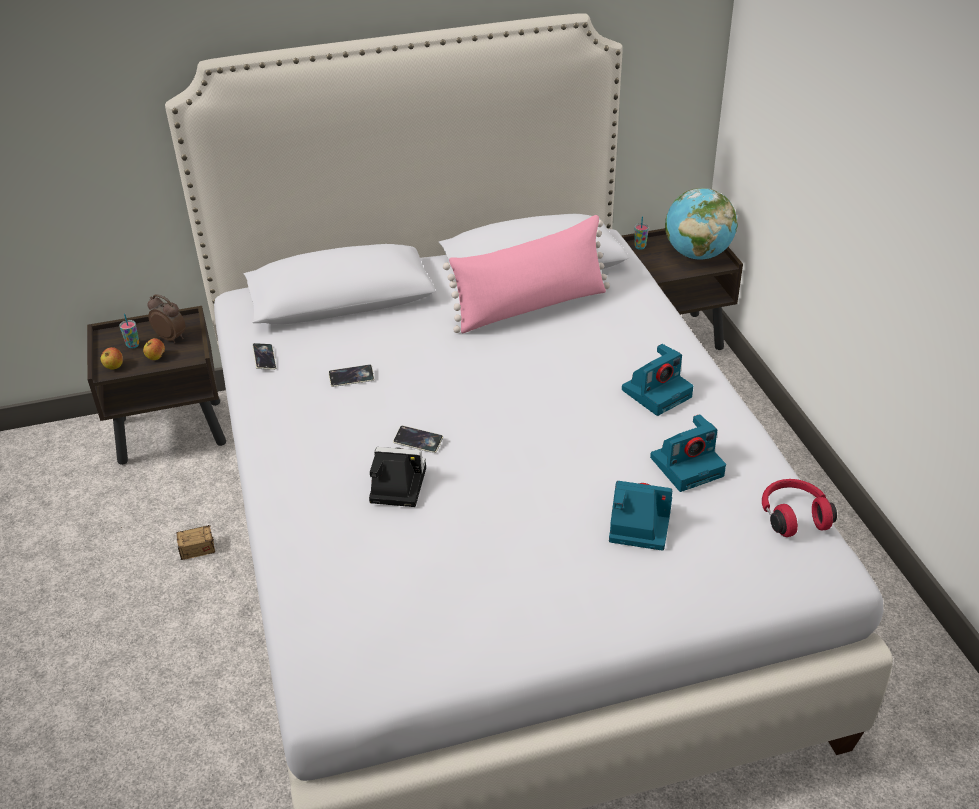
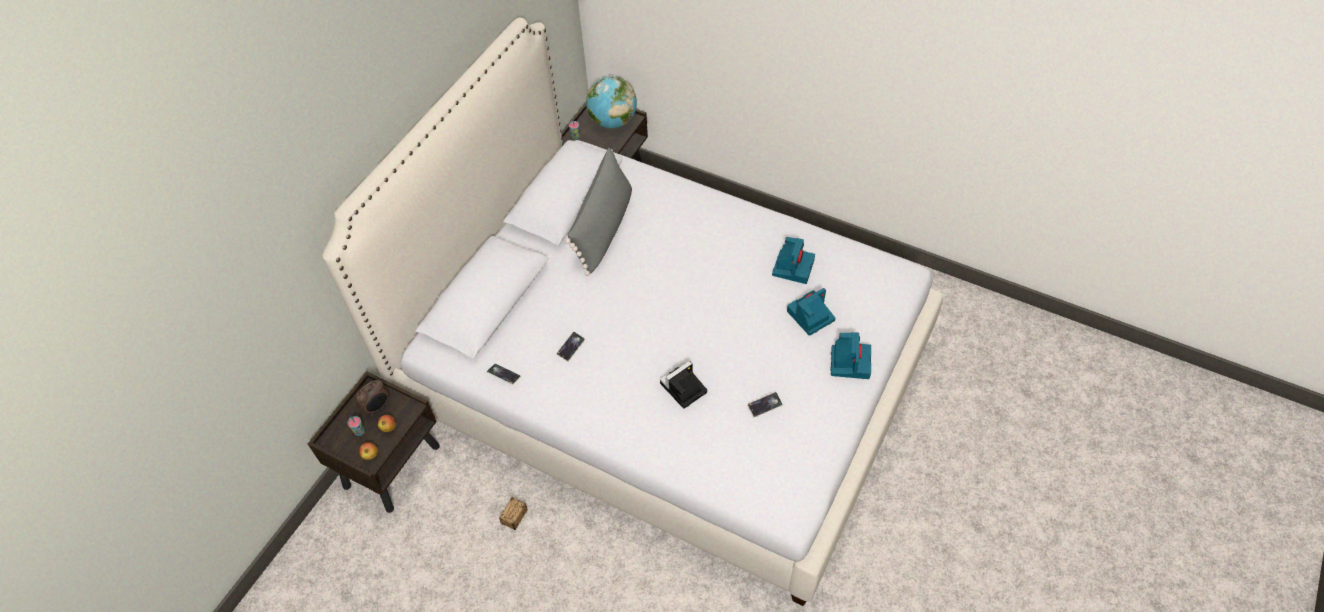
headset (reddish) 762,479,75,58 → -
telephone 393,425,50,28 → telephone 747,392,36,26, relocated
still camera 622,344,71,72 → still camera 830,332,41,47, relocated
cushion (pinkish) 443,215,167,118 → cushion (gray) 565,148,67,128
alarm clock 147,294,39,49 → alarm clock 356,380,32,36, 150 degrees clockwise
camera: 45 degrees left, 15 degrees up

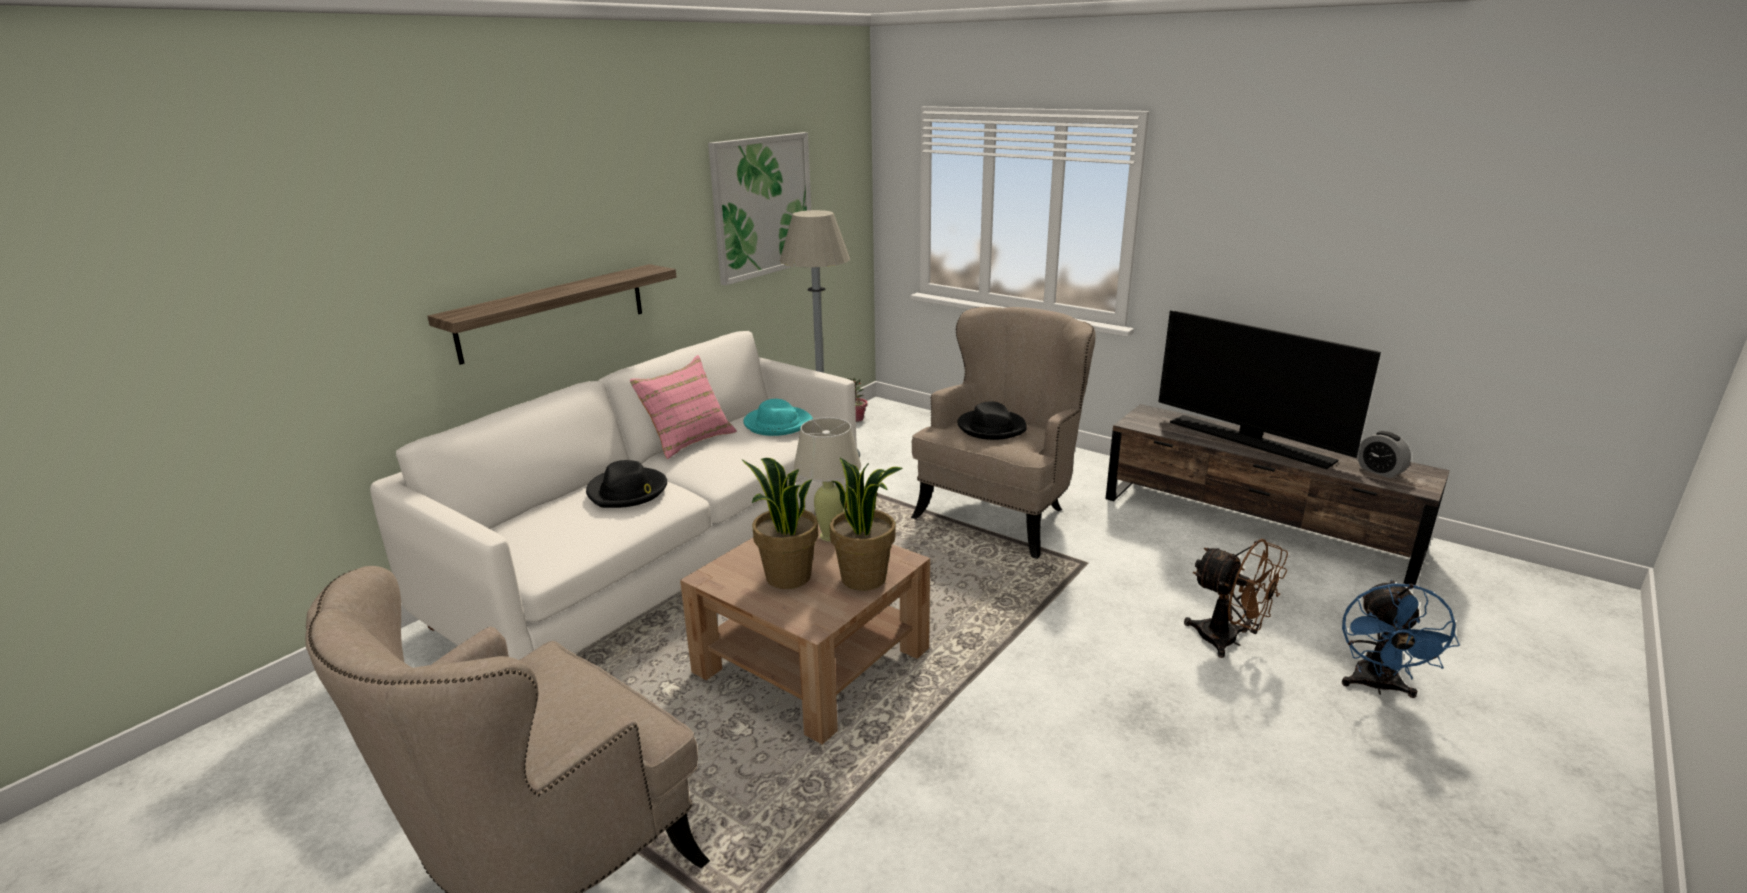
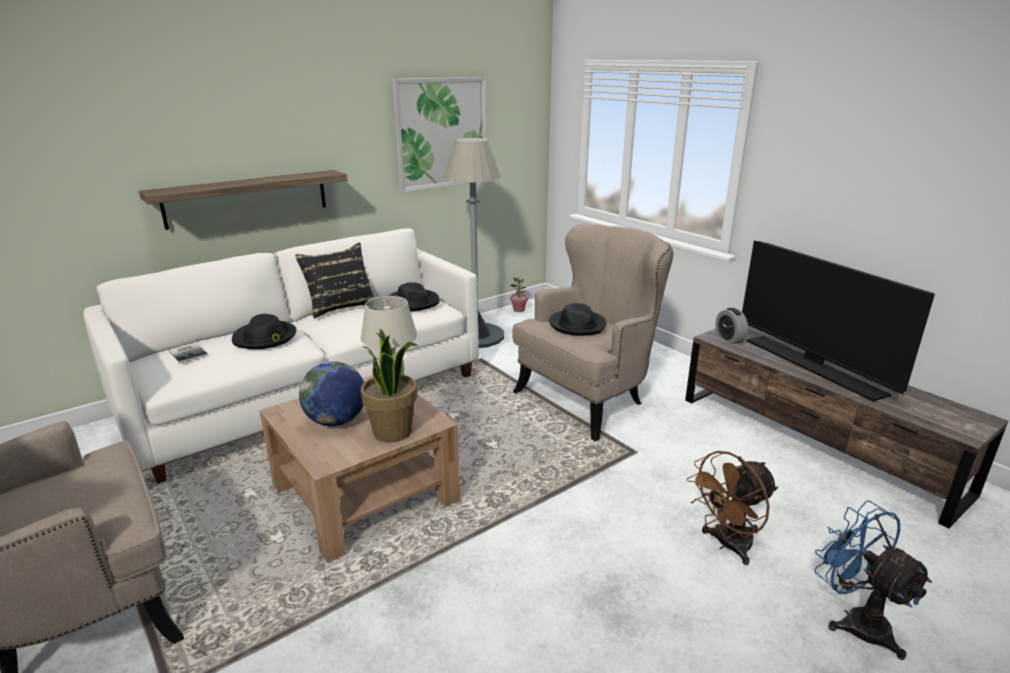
- → volume 169,343,39,20
alarm clock 1357,431,54,47 → alarm clock 715,308,33,36, relocated
plant in a pot 742,458,76,131 → globe 299,361,65,65
cushion (pinkish) 630,355,107,104 → cushion (blackish) 295,242,80,77
hat (blue-green) 743,399,70,37 → hat (blackish) 388,282,52,29
fan (brown-coloured) 1184,539,104,119 → fan (brown-coloured) 687,451,91,114, 90 degrees clockwise
fan (bluish) 1342,580,118,118 → fan (bluish) 814,500,118,160, 120 degrees clockwise
camera: 15 degrees right, 0 degrees up

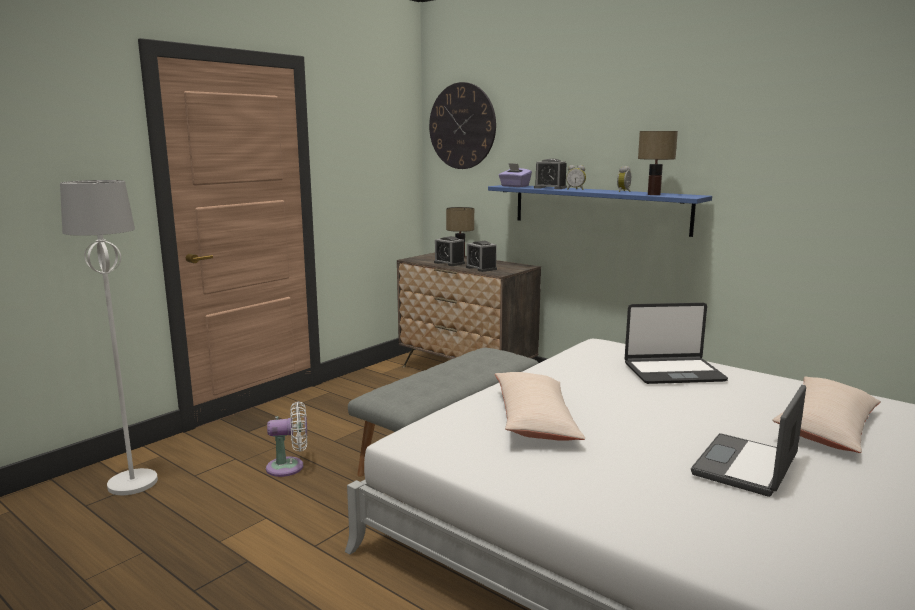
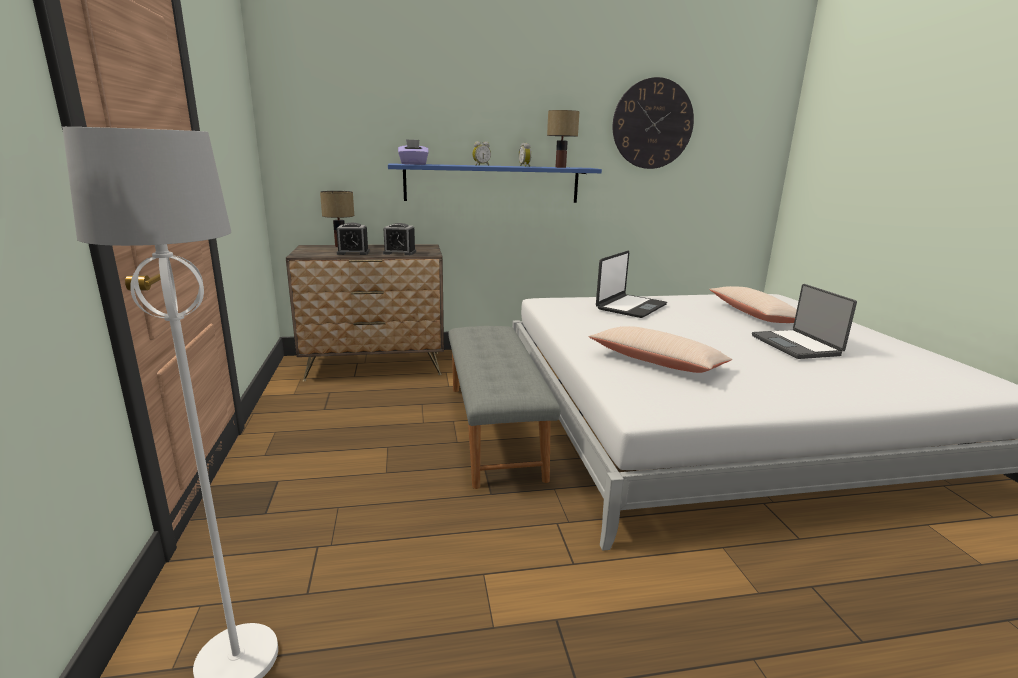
fan (white-coloured) 266,402,41,75 → -
alarm clock 534,159,33,30 → -
clock on the wall 429,82,67,87 → clock on the wall 613,77,81,92, relocated
camera: 50 degrees left, 5 degrees up

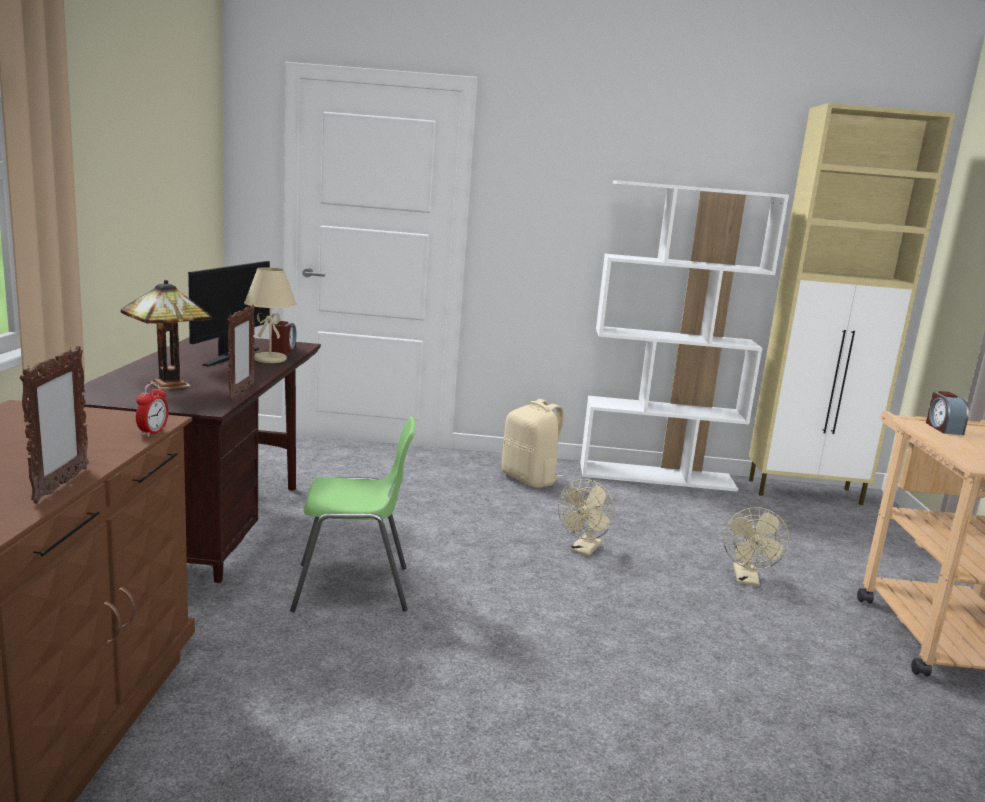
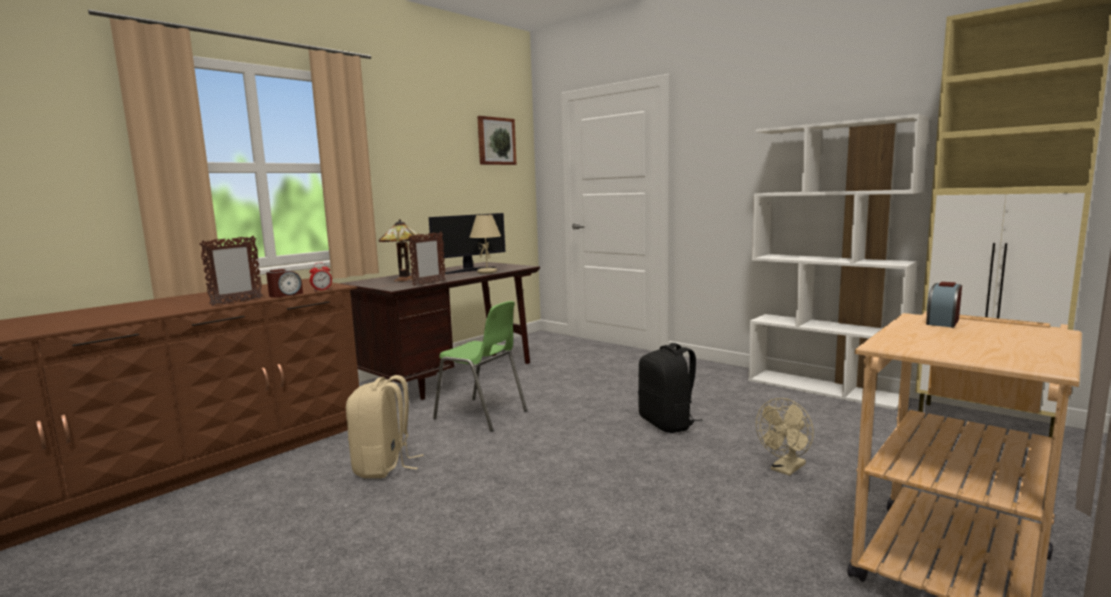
- → wall picture 477,116,40,49
alarm clock 272,321,25,33 → alarm clock 266,269,37,29, relocated
backpack (sand-coloured) 502,399,62,89 → backpack (sand-coloured) 346,375,77,103, relocated
fan (sand-coloured) 558,479,57,77 → backpack (blackish) 638,343,65,90
camera: 40 degrees right, 5 degrees down

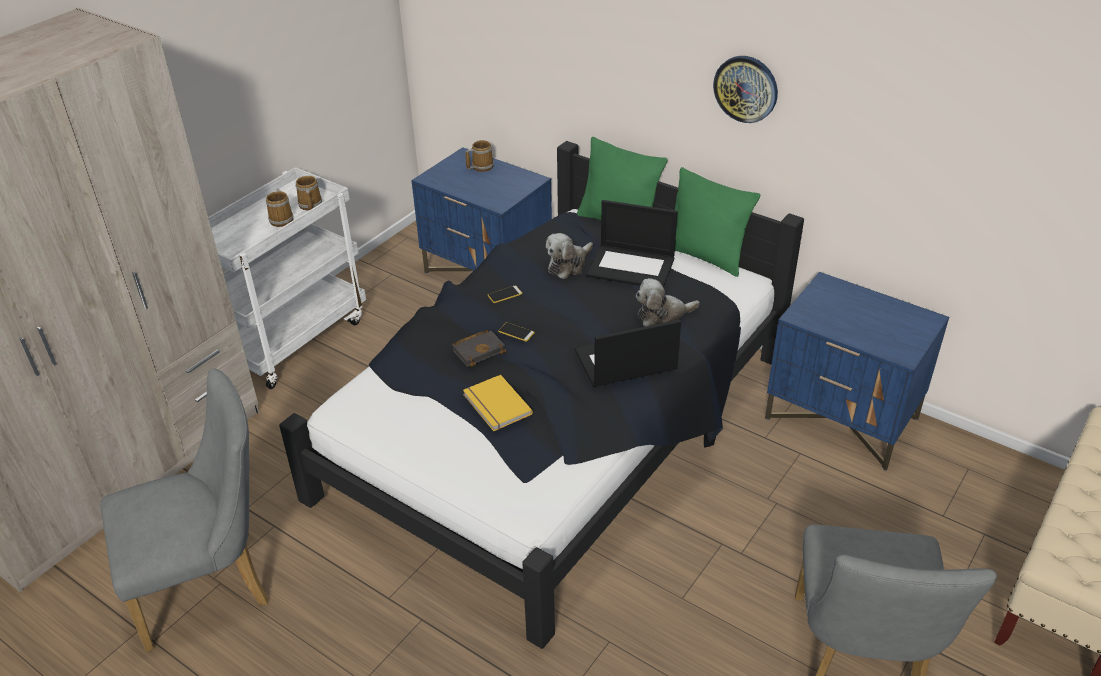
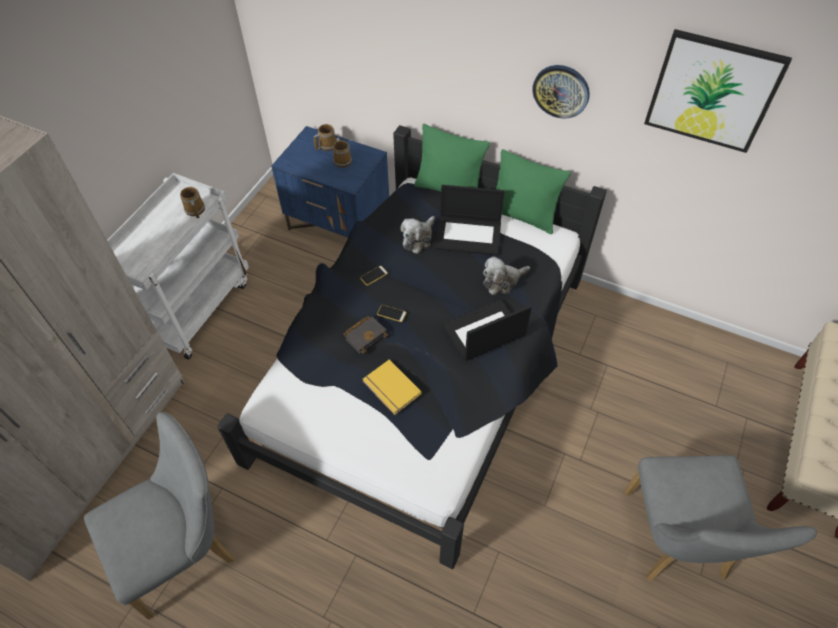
bedside table (bluish) 765,272,184,199 → -
- → wall picture 644,29,148,124
coffee mug 266,189,28,38 → coffee mug 333,138,19,30, relocated
camera: 10 degrees left, 15 degrees up

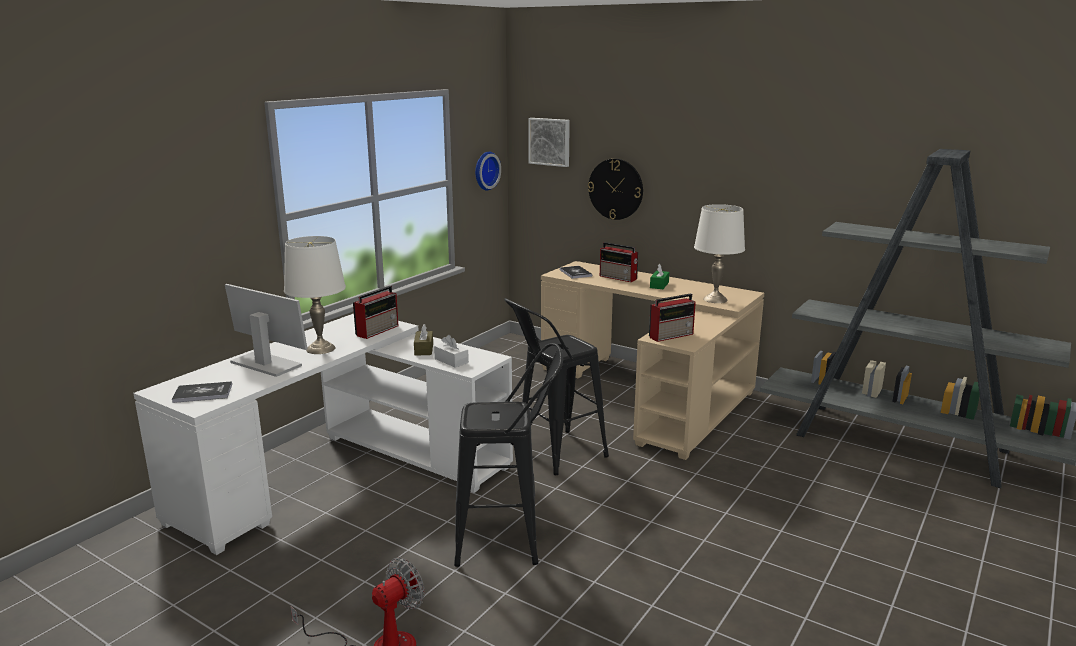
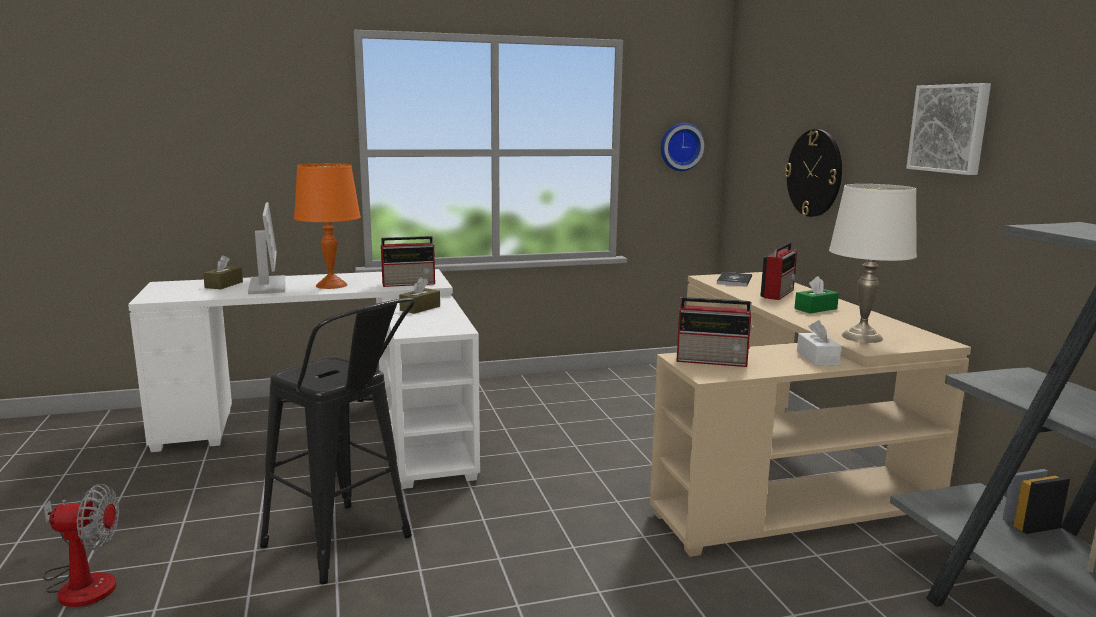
volume 172,381,60,22 → -
sitting stool (blackish) 504,298,105,177 → -
- → box of tissues (brown-coloured) 203,255,40,34
box of tissues (white-coloured) 434,335,35,33 → box of tissues (white-coloured) 797,320,45,46, relocated
wall picture 528,118,42,49 → wall picture 906,83,85,92, relocated
table lamp (white-coloured) 284,236,62,118 → table lamp (orangey) 294,163,67,126
radio 600,242,38,40 → radio 760,242,37,58, 135 degrees counterclockwise
camera: 40 degrees right, 5 degrees down

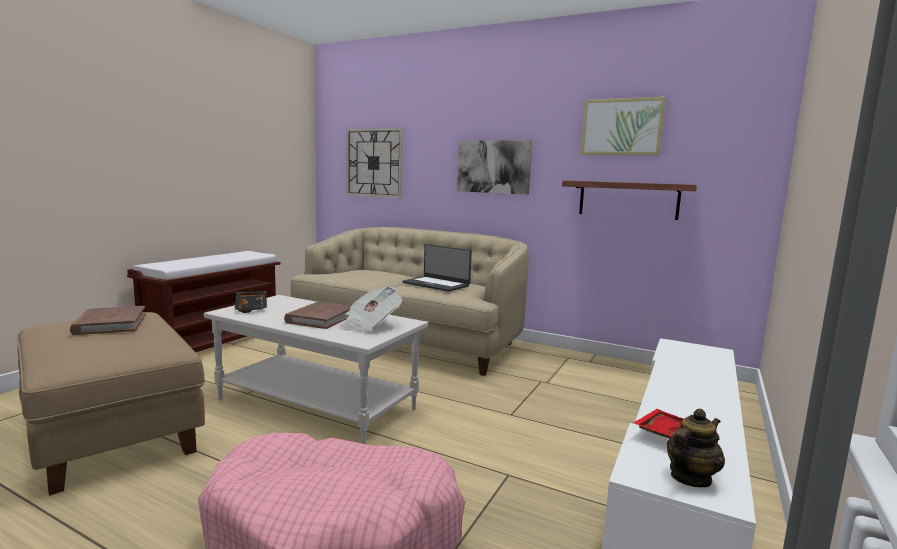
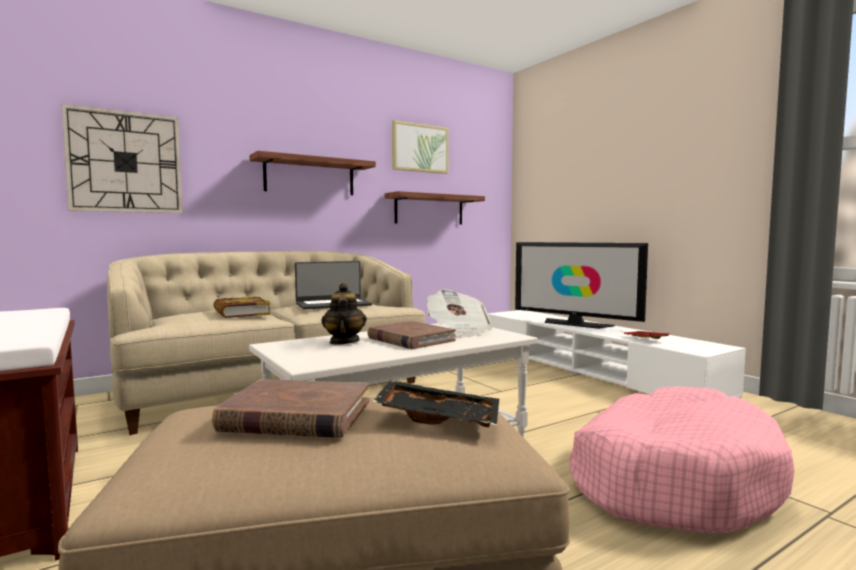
- → volume 213,296,57,22
- → television 515,242,133,87
serving tray (blackish) 234,291,33,22 → serving tray (blackish) 372,380,127,47, relocated
tea pot 667,409,58,78 → tea pot 321,283,46,61, relocated
wall picture 457,140,75,55 → shelf 249,151,127,44
camera: 60 degrees left, 5 degrees down

